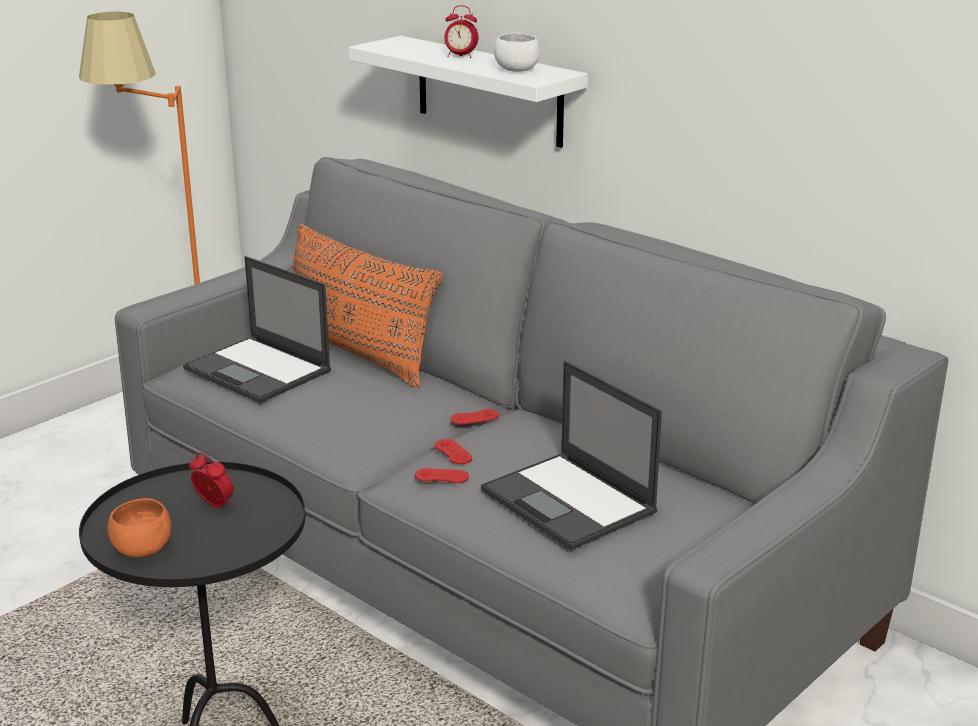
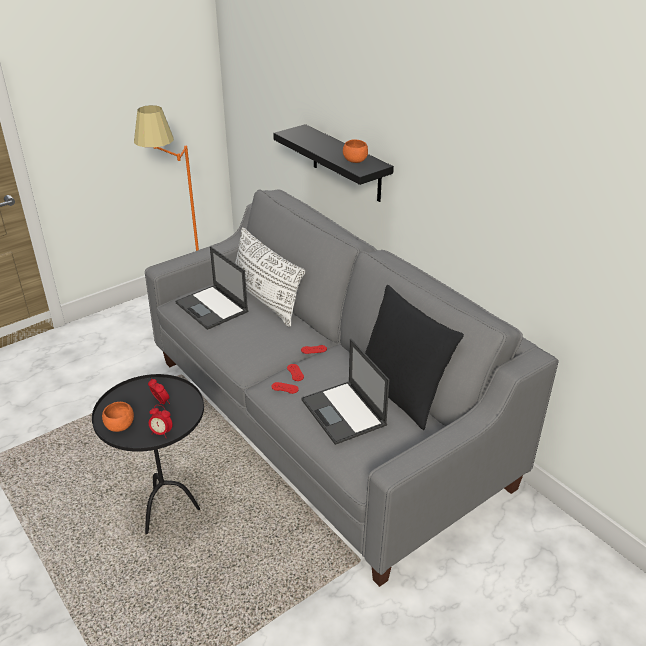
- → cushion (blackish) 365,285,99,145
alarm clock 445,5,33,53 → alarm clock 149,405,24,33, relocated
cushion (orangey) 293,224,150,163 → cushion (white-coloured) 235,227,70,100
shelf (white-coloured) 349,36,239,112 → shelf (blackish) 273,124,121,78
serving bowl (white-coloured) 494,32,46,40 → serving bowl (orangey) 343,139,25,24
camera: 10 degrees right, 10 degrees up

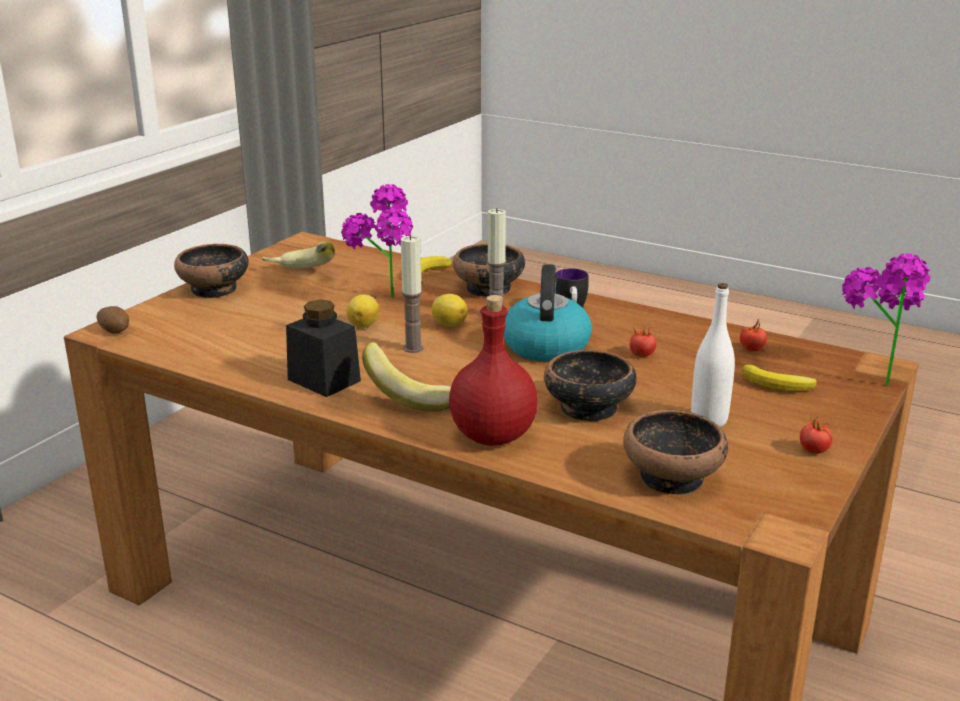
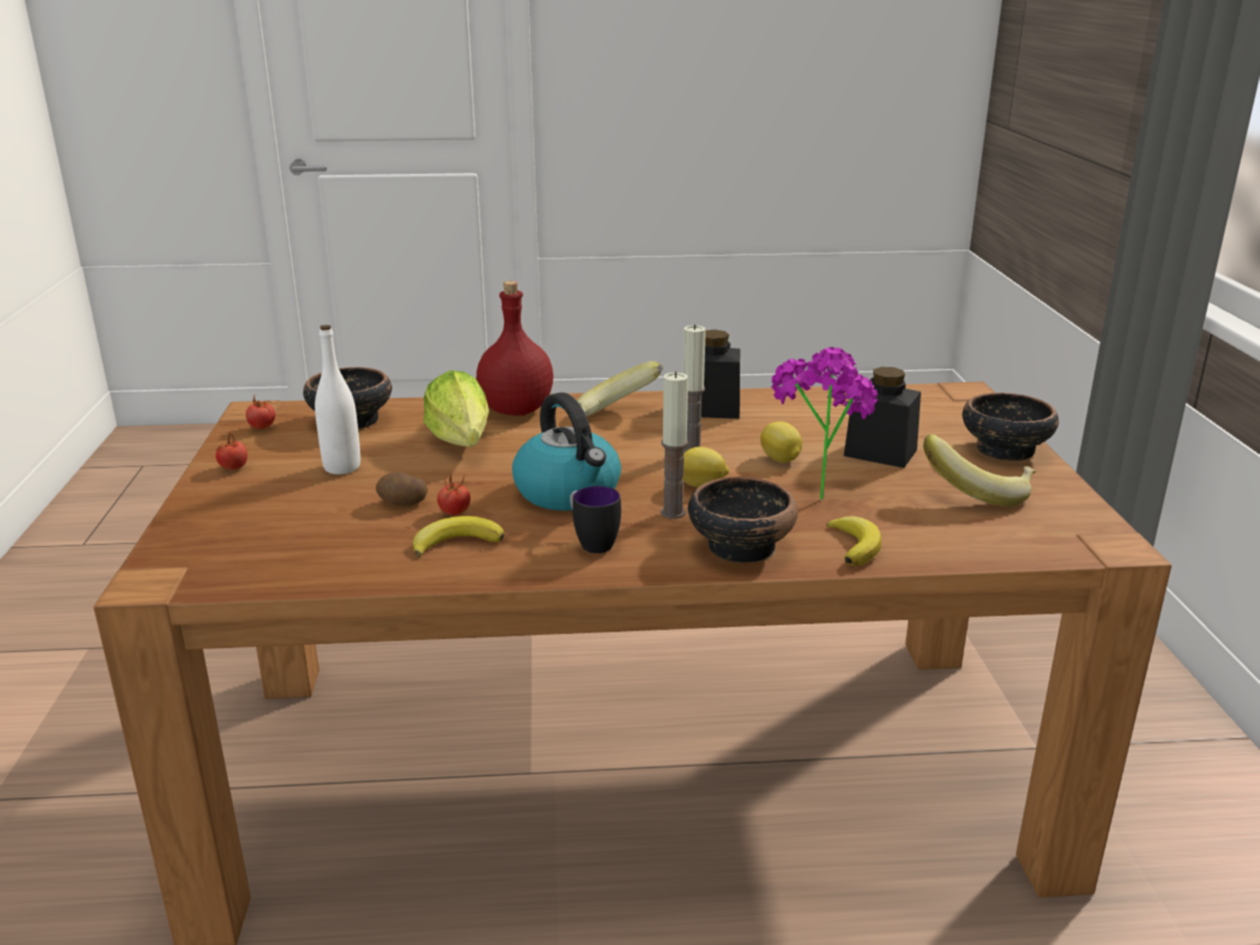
plant in a pot 842,253,88,133 → -
- → storage jar (blackish) 844,367,77,101
spud 96,306,33,27 → spud 376,472,52,34, relocated
tomato 740,318,27,34 → tomato 246,394,29,35, relocated
whole banana 742,365,75,26 → whole banana 413,516,91,42, relocated
serving bowl 544,350,93,71 → lettuce head 423,370,66,77
camera: 145 degrees right, 0 degrees up

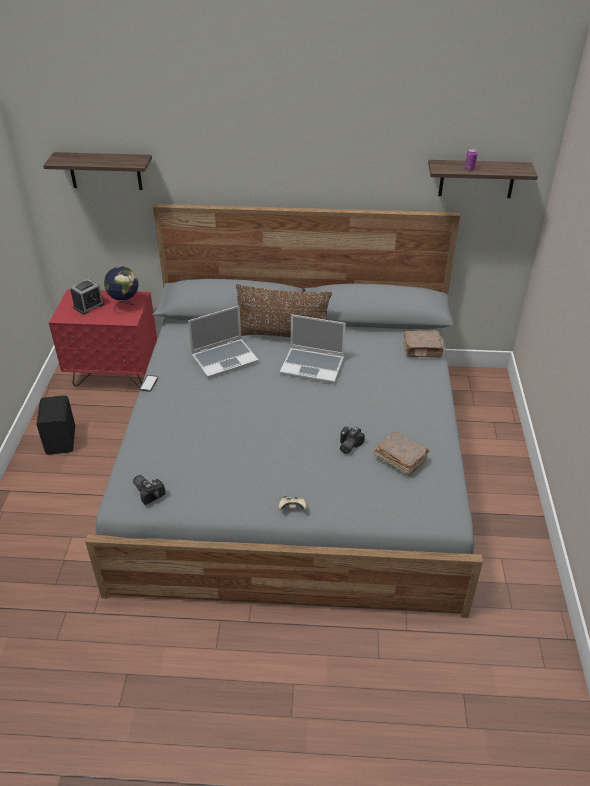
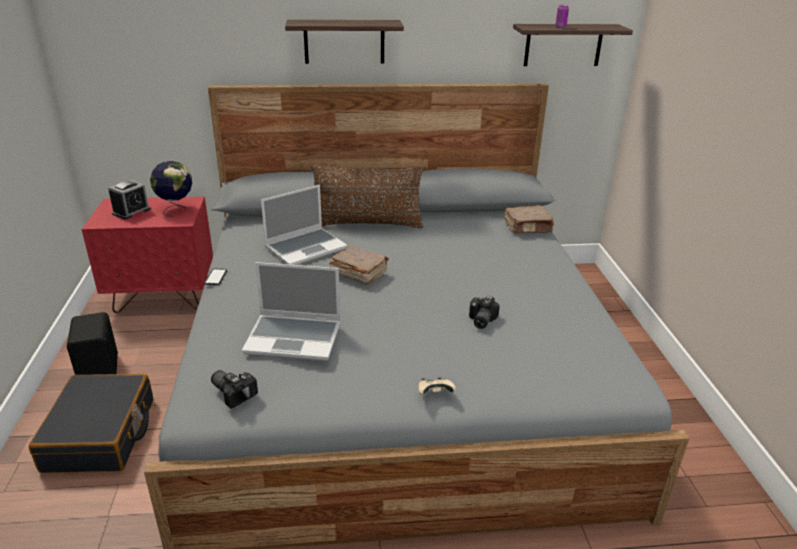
- → travel case (blackish) 29,374,124,99
shelf 43,152,109,38 → shelf 285,20,119,44, relocated
notebook computer 280,314,66,69 → notebook computer 242,262,99,99, relocated
volume (brown-coloured) 374,432,55,44 → volume (brown-coloured) 329,246,60,39, relocated
camera: 10 degrees left, 10 degrees down

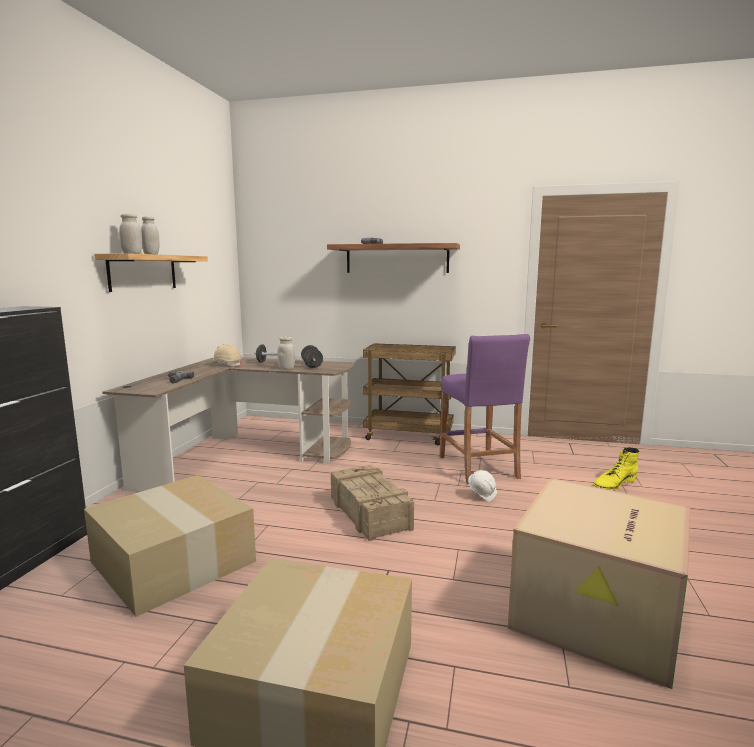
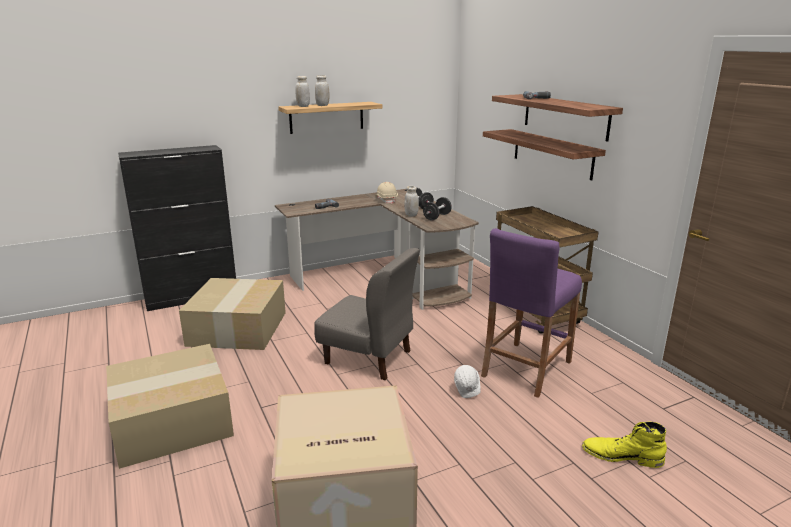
- → shelf 483,129,123,51
shipping crate 331,465,83,76 → chair (gray) 314,248,106,132
camera: 50 degrees right, 10 degrees up

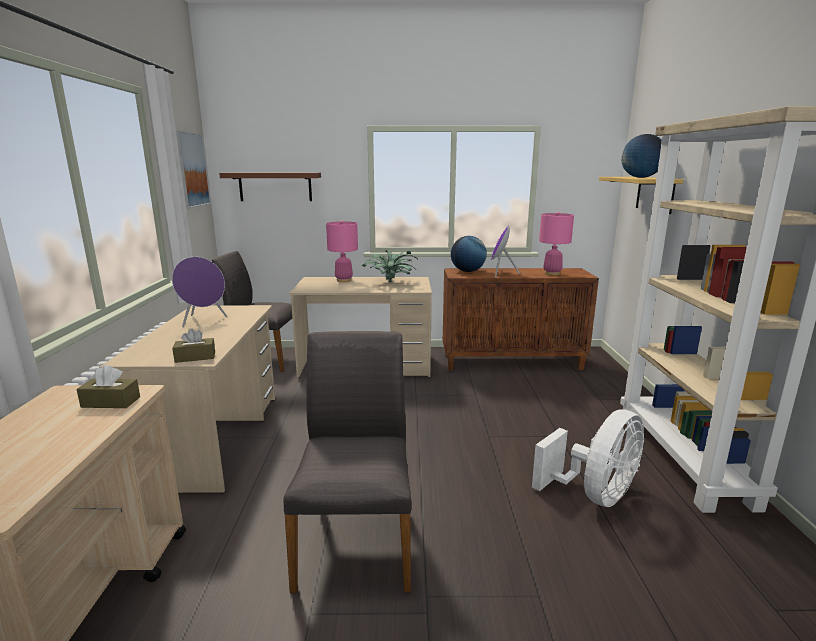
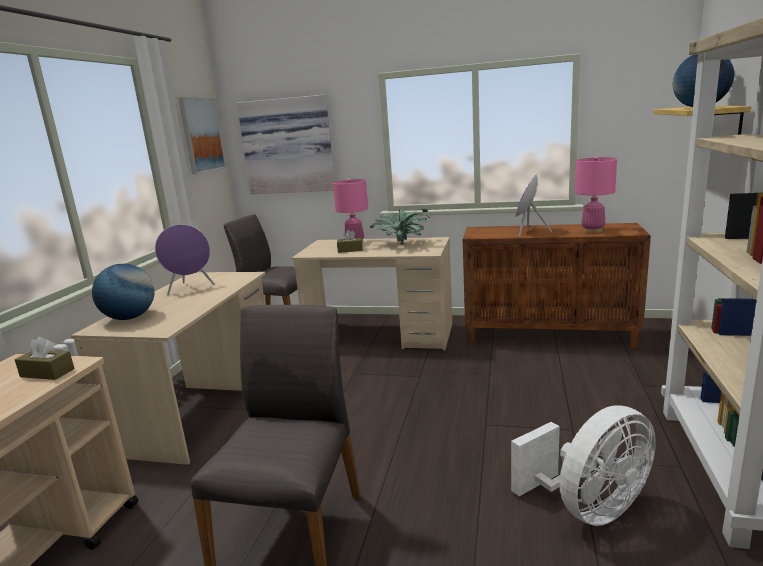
box of tissues (brown-coloured) 172,328,43,35 → box of tissues (brown-coloured) 337,230,26,23, relocated
globe 451,236,36,36 → globe 92,264,63,56, relocated
shelf (brown-coloured) 219,172,102,29 → wall picture 237,95,97,99
camera: 15 degrees right, 0 degrees up

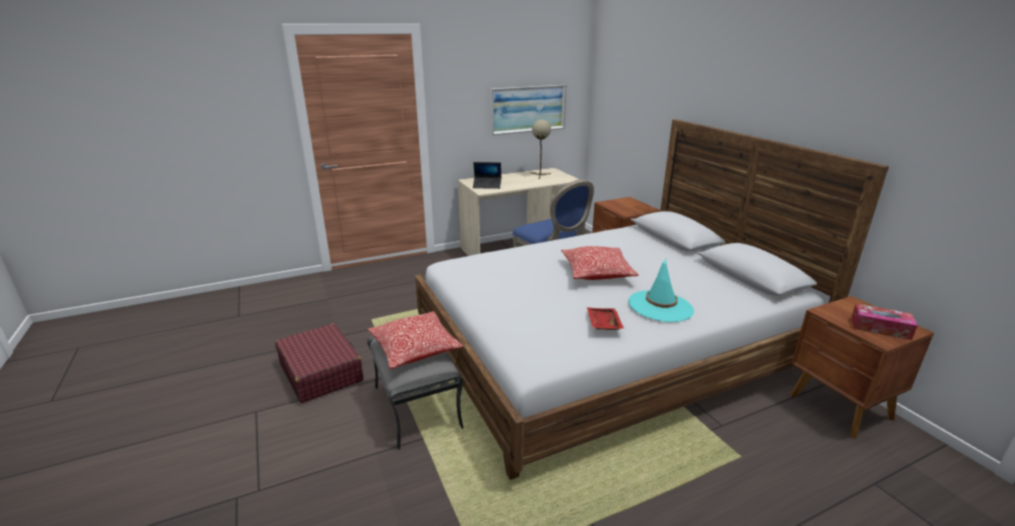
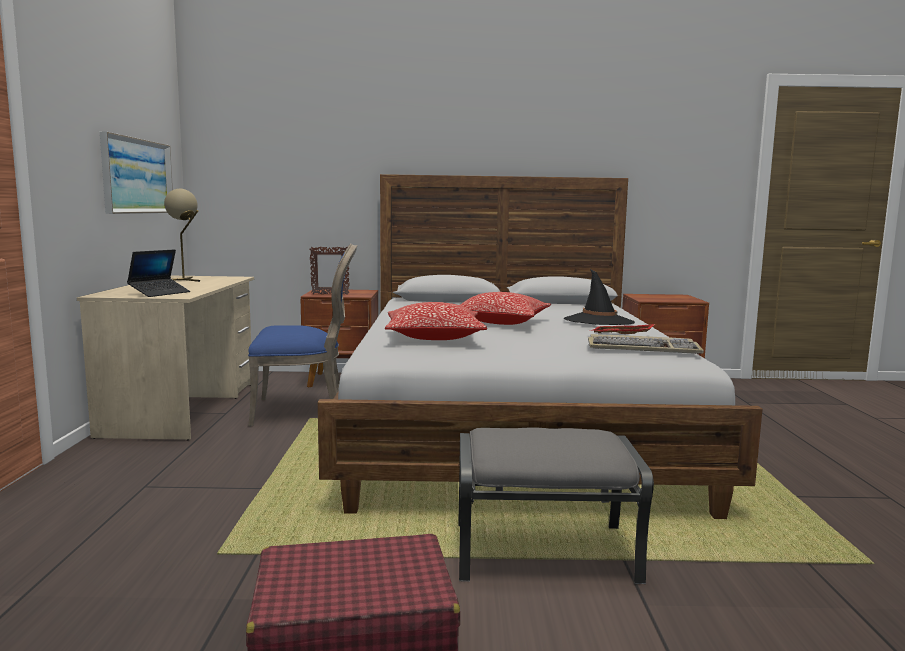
box of tissues 851,304,67,36 → -
- → photo frame 310,247,40,48
- → keyboard 588,334,116,20
cushion 368,311,95,58 → cushion 385,302,102,38, relocated
hat (blue-green) 629,259,65,63 → hat (blackish) 564,269,71,56
camera: 65 degrees left, 15 degrees down

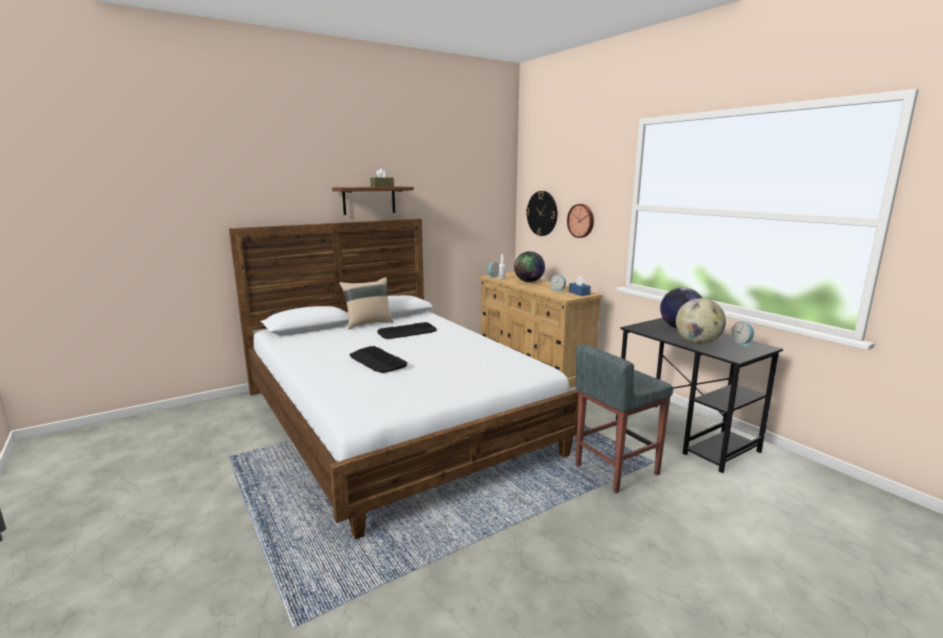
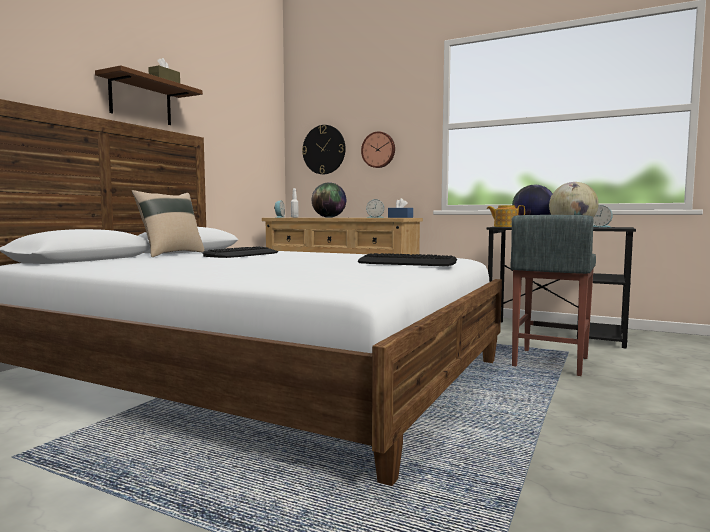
- → tea pot 487,205,38,22
keyboard 350,346,57,27 → keyboard 358,253,99,13, relocated
camera: 30 degrees left, 10 degrees down

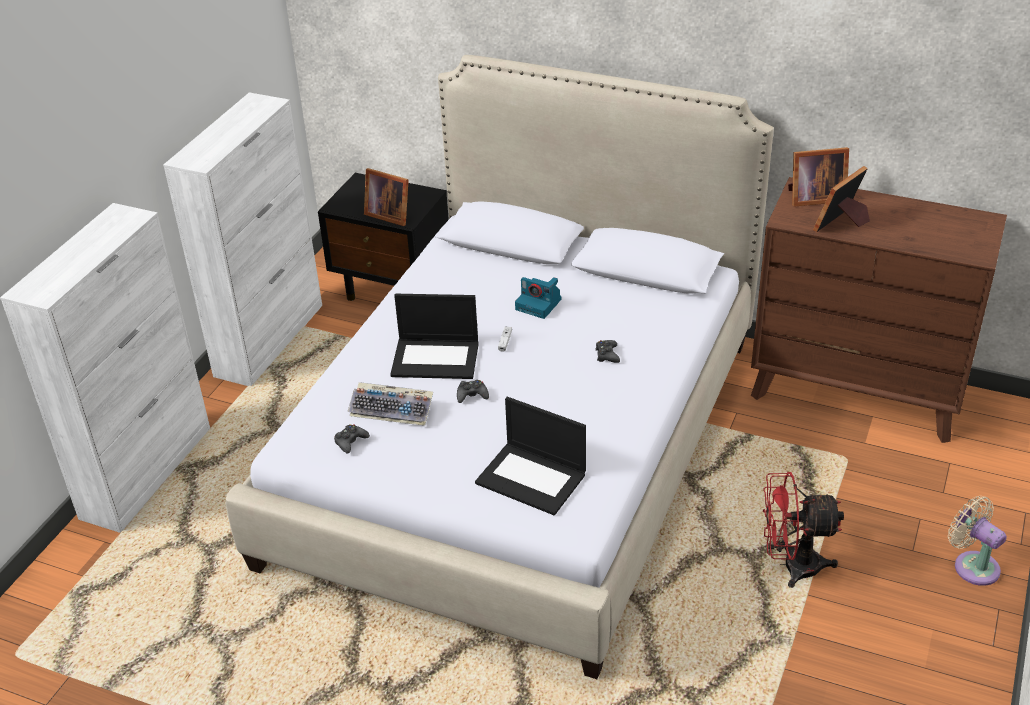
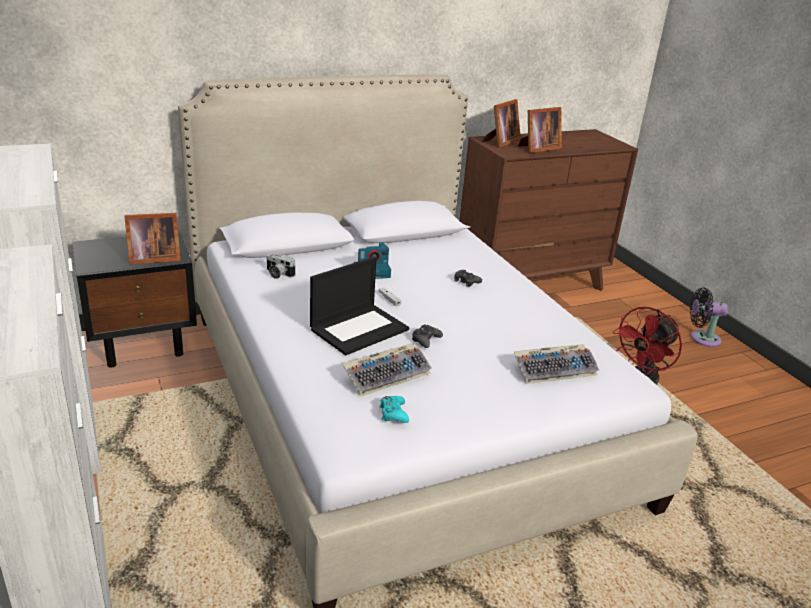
- → still camera 266,253,29,26
notebook computer 475,397,111,118 → keyboard 514,344,86,40
game controller (blackish) 334,424,36,30 → game controller (blue-green) 379,396,30,27
fan (sand-coloured) 948,496,59,90 → fan (blackish) 690,287,38,60
photo frame 813,166,57,66 → photo frame 518,107,44,46, 120 degrees counterclockwise
camera: 50 degrees left, 10 degrees down

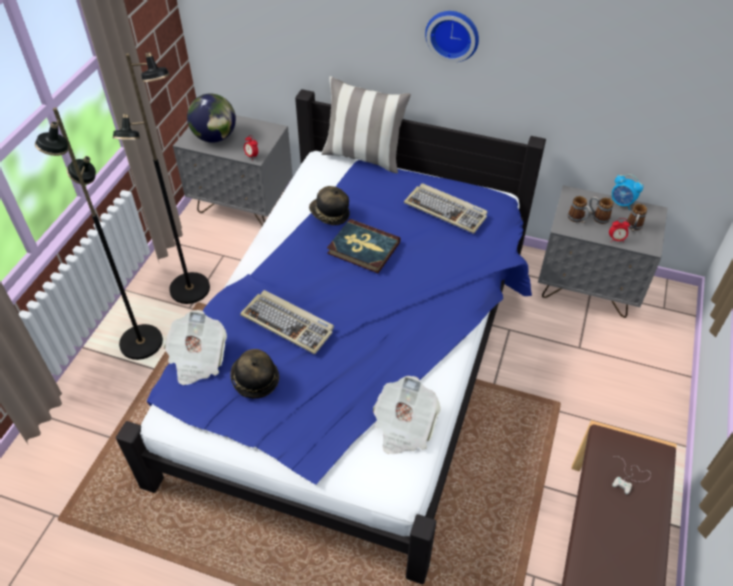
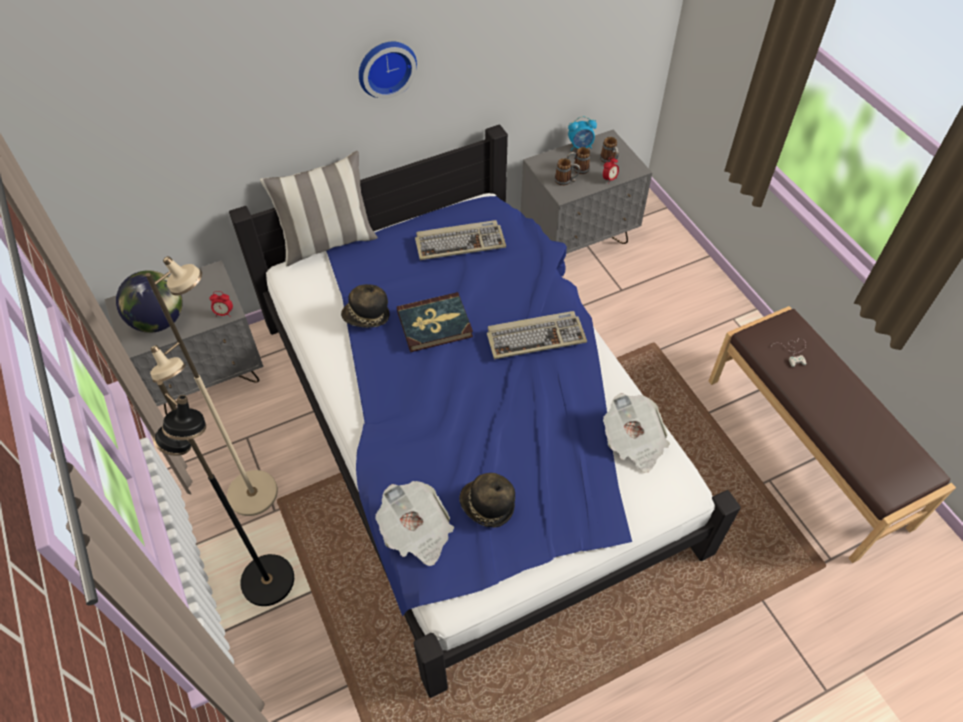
keyboard 240,290,94,64 → keyboard 487,311,100,49, relocated
standard lamp (blackish) 113,52,97,252 → standard lamp (sand-coloured) 146,256,132,260
camera: 45 degrees left, 5 degrees up

